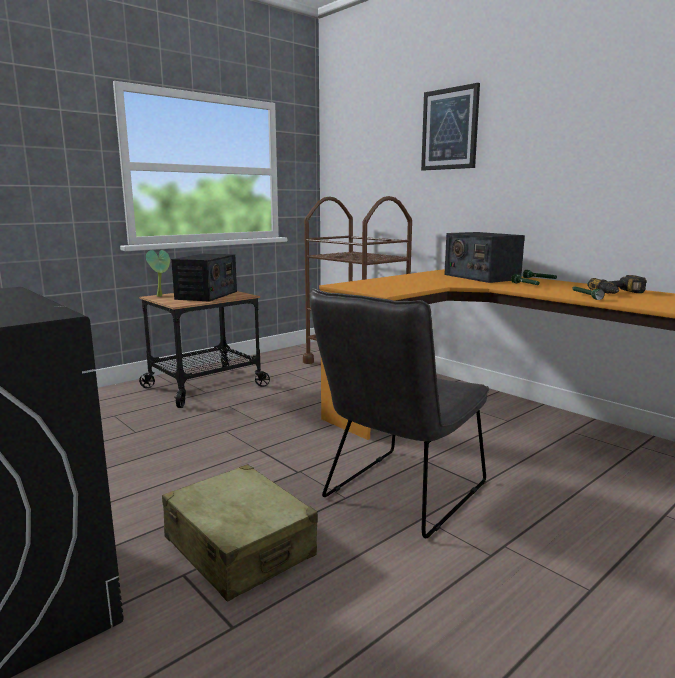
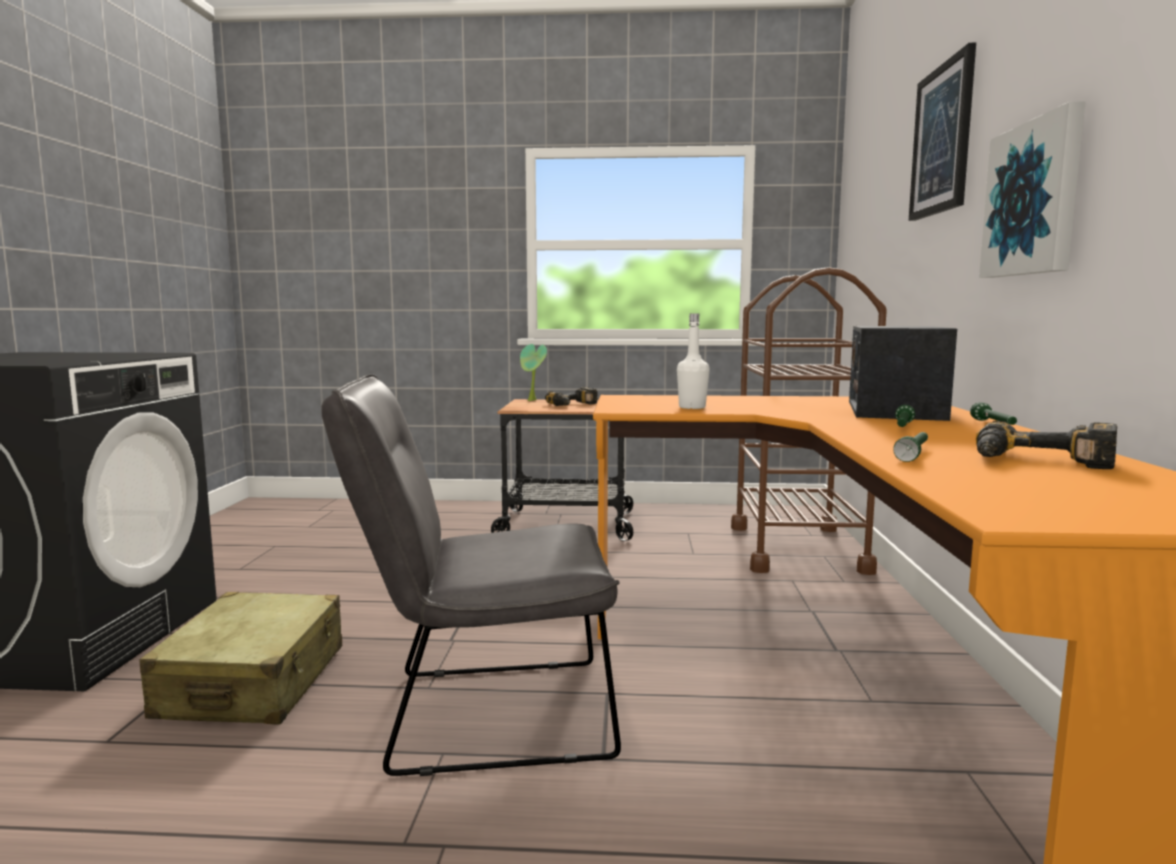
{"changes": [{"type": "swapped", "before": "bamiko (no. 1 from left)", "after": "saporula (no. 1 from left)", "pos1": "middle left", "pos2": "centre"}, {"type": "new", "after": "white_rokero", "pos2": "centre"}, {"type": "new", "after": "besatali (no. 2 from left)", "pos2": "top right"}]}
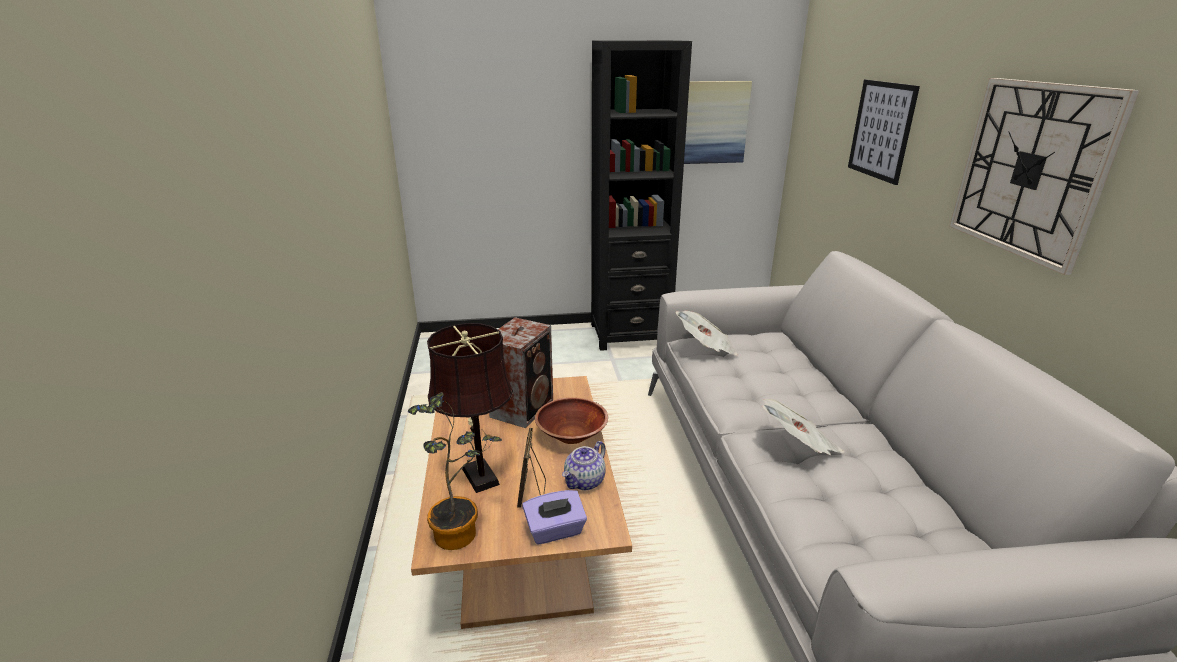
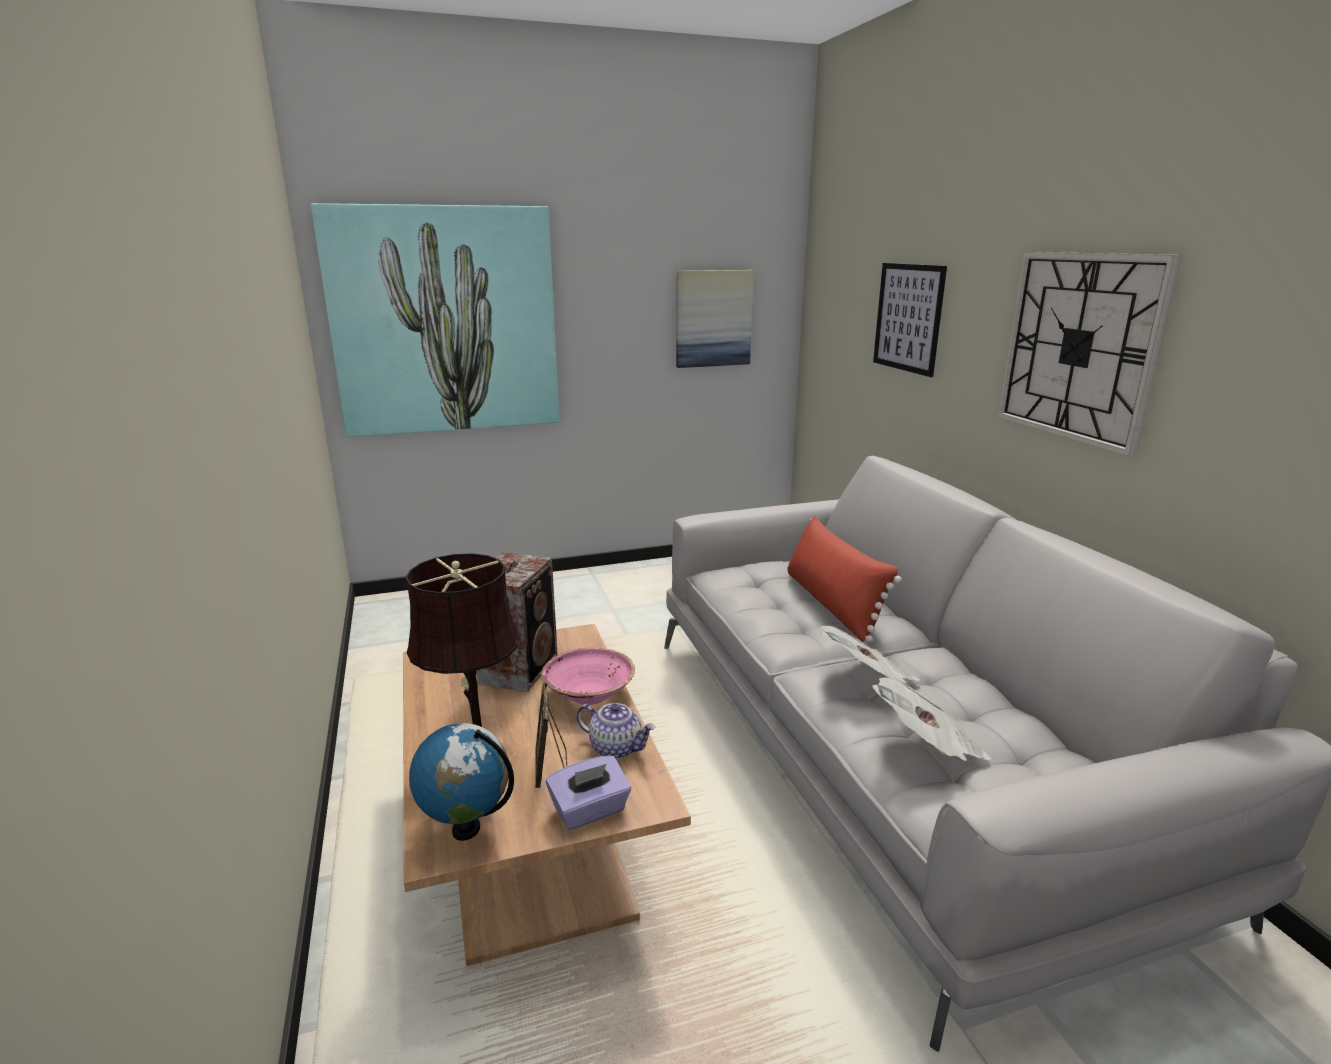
{"changes": [{"type": "new", "after": "besatali (no. 1 from left)", "pos2": "top left"}, {"type": "swapped", "before": "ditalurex", "after": "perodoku", "pos1": "bottom centre", "pos2": "bottom centre"}, {"type": "repainted", "before": "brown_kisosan", "after": "pink_kisosan", "pos1": "centre", "pos2": "centre"}, {"type": "rotated", "before": "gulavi", "pos1": "bottom centre", "pos2": "bottom centre", "turn": -90}, {"type": "new", "after": "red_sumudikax", "pos2": "centre"}, {"type": "shifted", "before": "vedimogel (no. 1 from left in the first image)", "after": "vedimogel (no. 2 from left)", "pos1": "centre", "pos2": "bottom right"}, {"type": "gone", "before": "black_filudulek", "pos1": "top centre"}]}
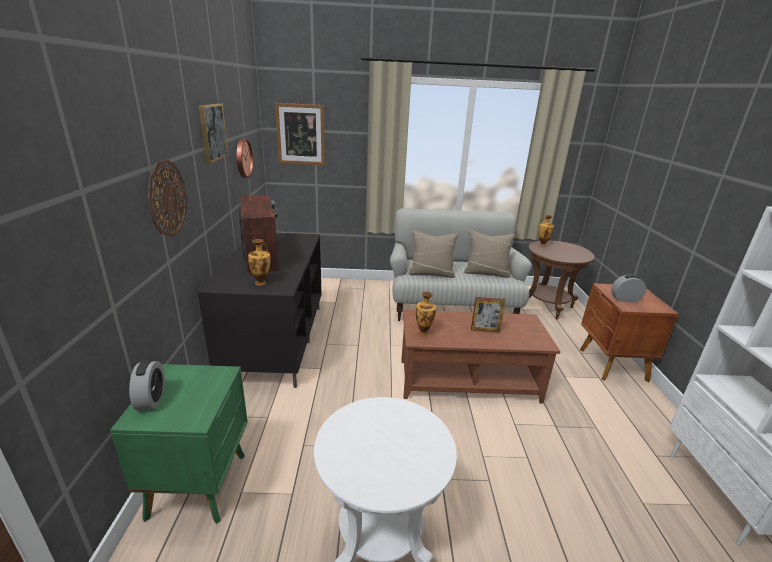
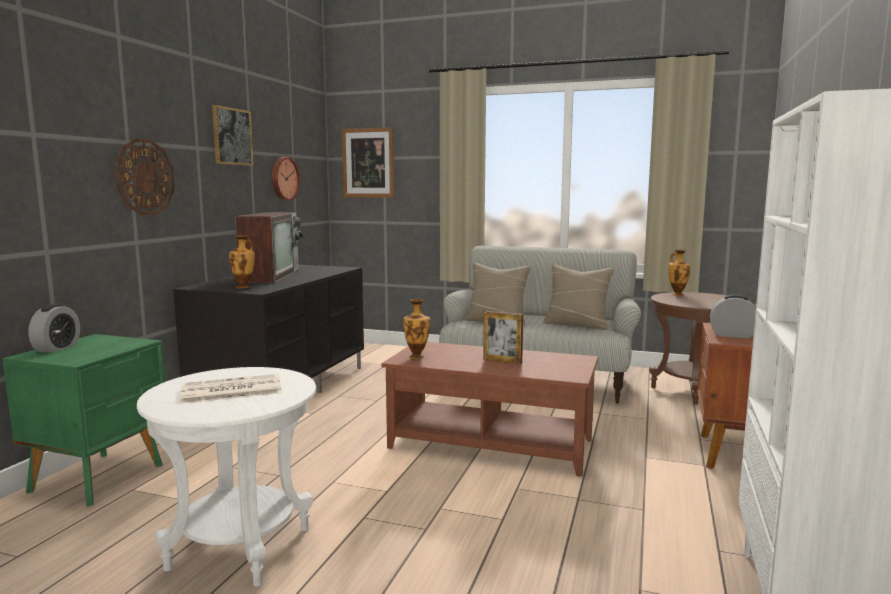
{"changes": [{"type": "new", "after": "vedimogel", "pos2": "middle left"}]}
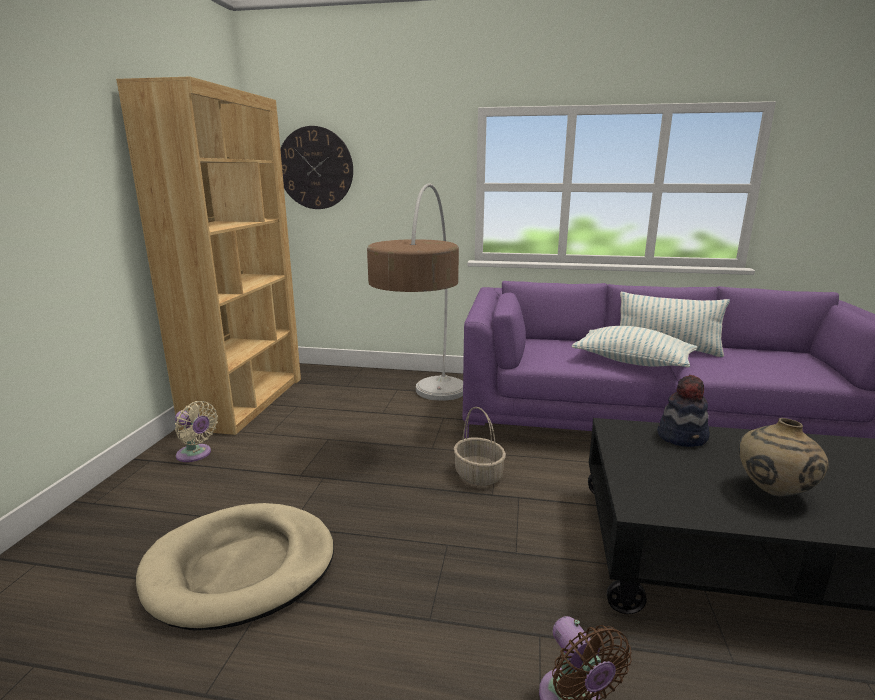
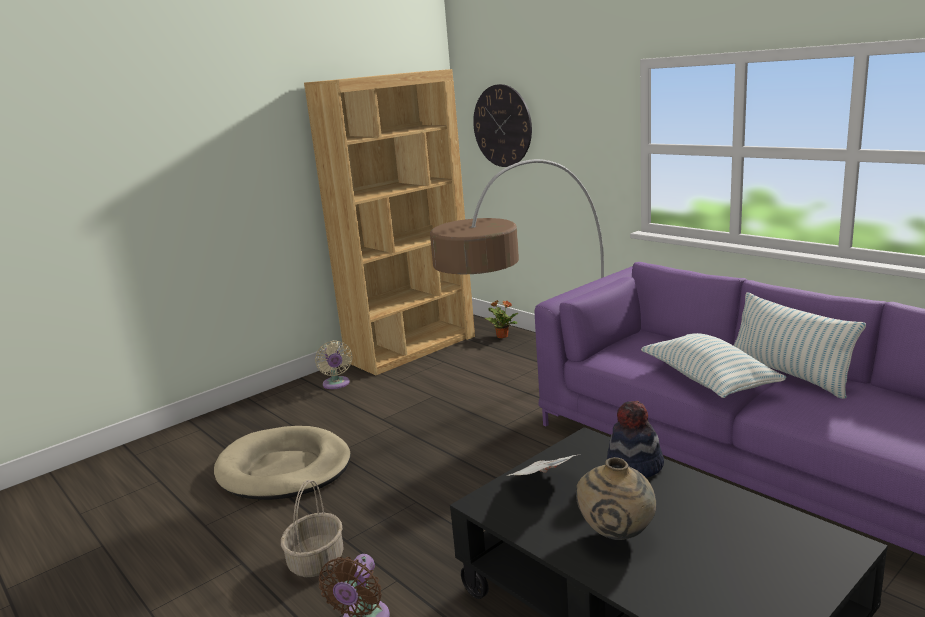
{"changes": [{"type": "shifted", "before": "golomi", "pos1": "centre", "pos2": "bottom centre"}, {"type": "new", "after": "ditalurex", "pos2": "centre"}, {"type": "new", "after": "vedimogel", "pos2": "bottom centre"}]}
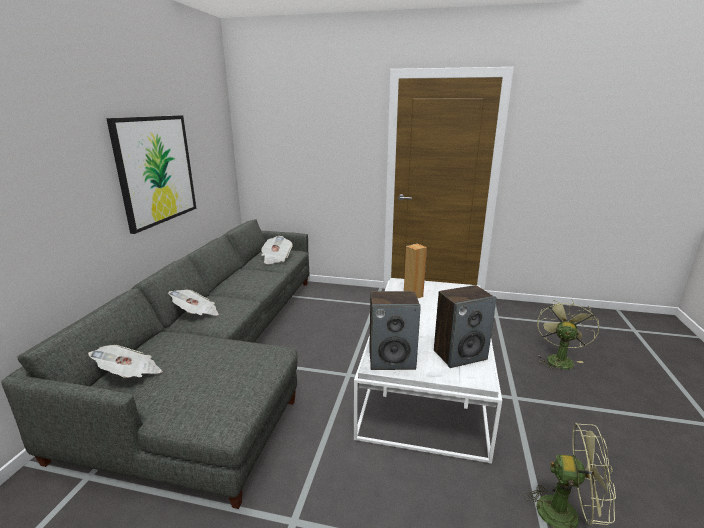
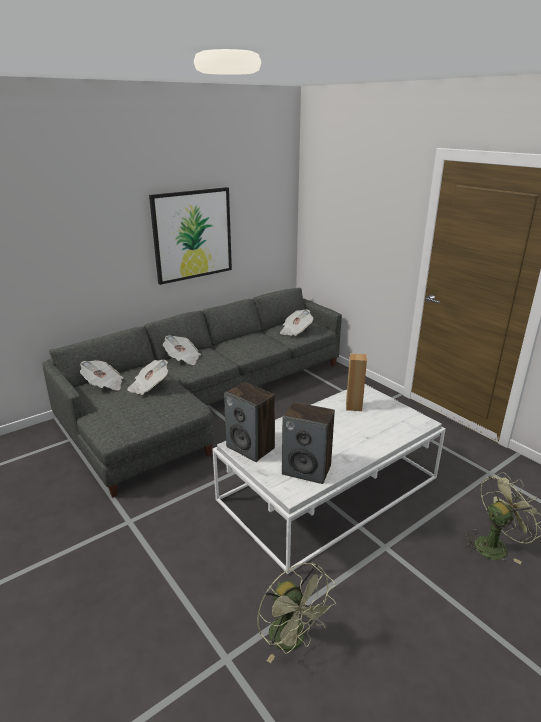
{"changes": [{"type": "new", "after": "vedimogel (no. 2 from left)", "pos2": "middle left"}]}
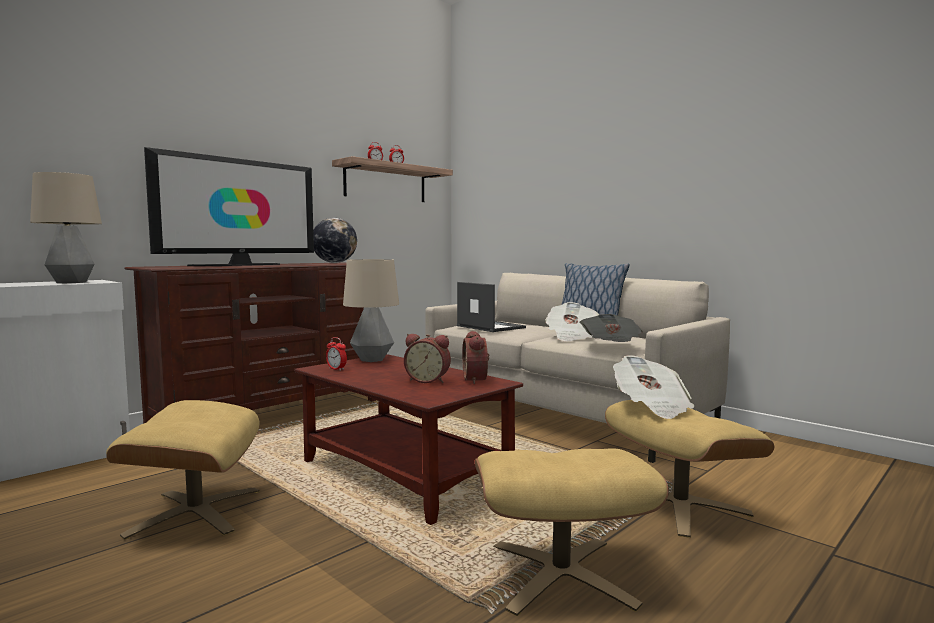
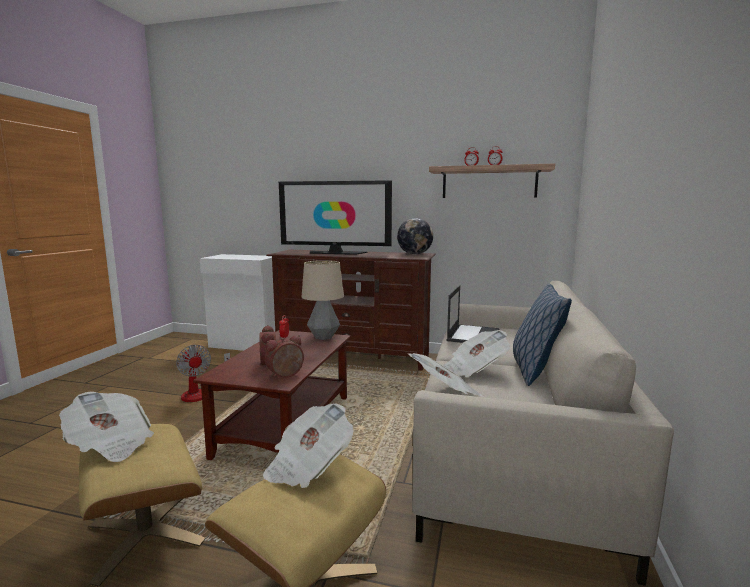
{"changes": [{"type": "new", "after": "vedimogel (no. 1 from left)", "pos2": "bottom left"}, {"type": "swapped", "before": "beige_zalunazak (no. 1 from left)", "after": "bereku", "pos1": "bottom left", "pos2": "middle left"}, {"type": "gone", "before": "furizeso (no. 1 from left)", "pos1": "middle left"}]}
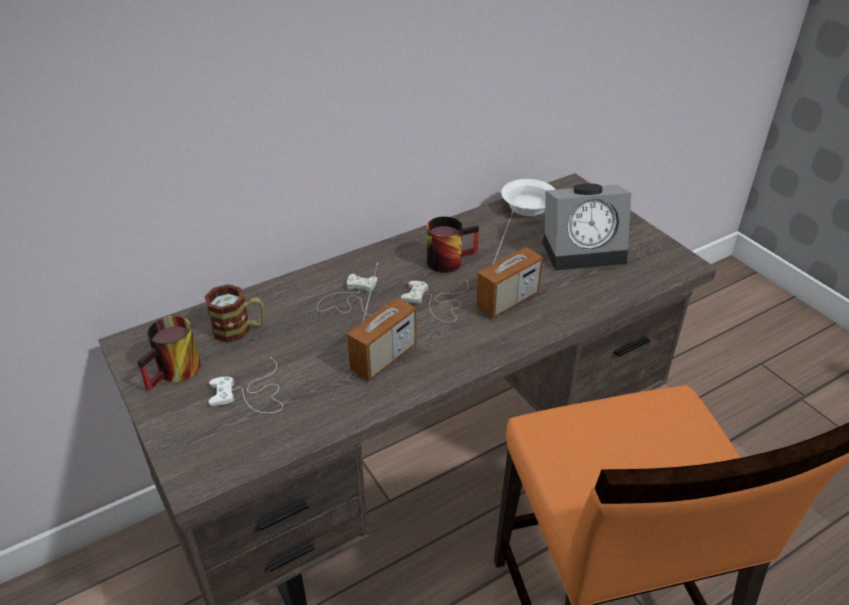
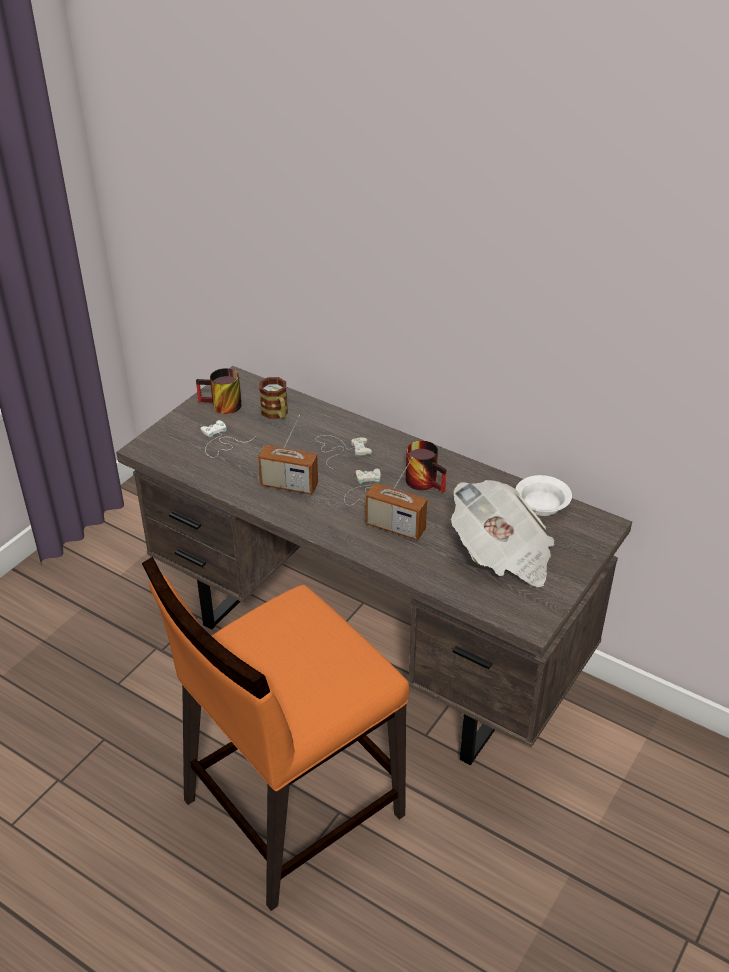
{"changes": [{"type": "swapped", "before": "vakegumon", "after": "vedimogel", "pos1": "middle right", "pos2": "middle right"}]}
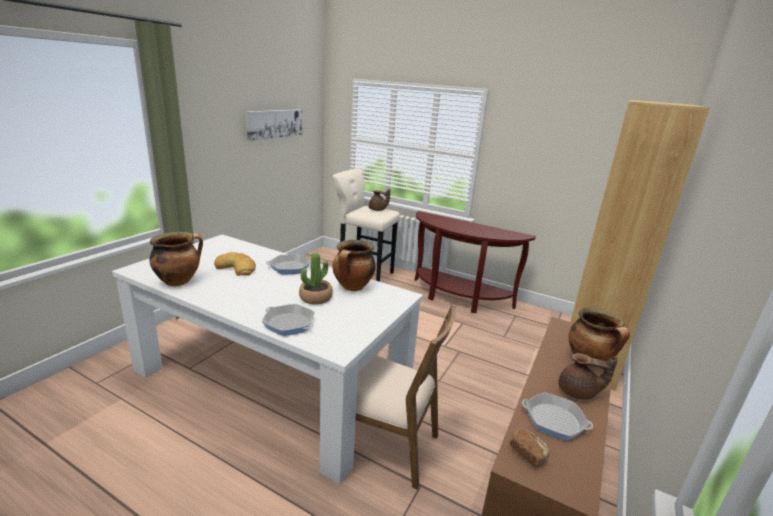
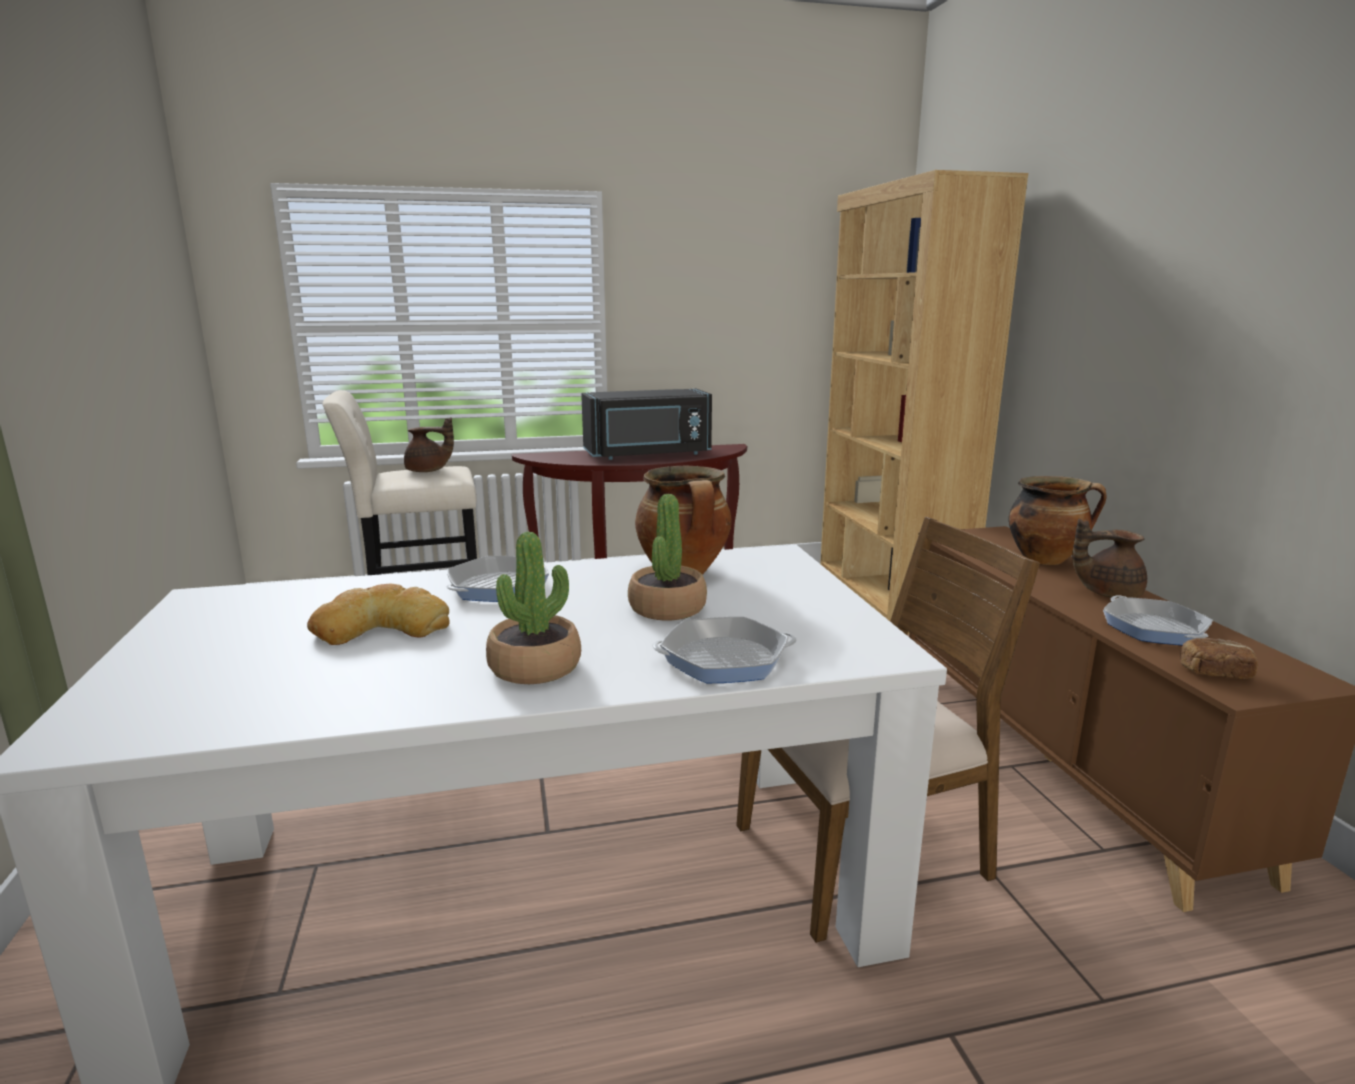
{"changes": [{"type": "new", "after": "ditalurex (no. 1 from left)", "pos2": "centre"}, {"type": "new", "after": "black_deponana", "pos2": "centre"}, {"type": "rotated", "before": "brown_gulavi (no. 2 from left)", "pos1": "bottom right", "pos2": "middle right", "turn": -150}, {"type": "rotated", "before": "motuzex (no. 3 from left)", "pos1": "bottom right", "pos2": "middle right", "turn": 90}, {"type": "gone", "before": "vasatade (no. 1 from left)", "pos1": "middle left"}, {"type": "gone", "before": "besatali", "pos1": "top centre"}]}
